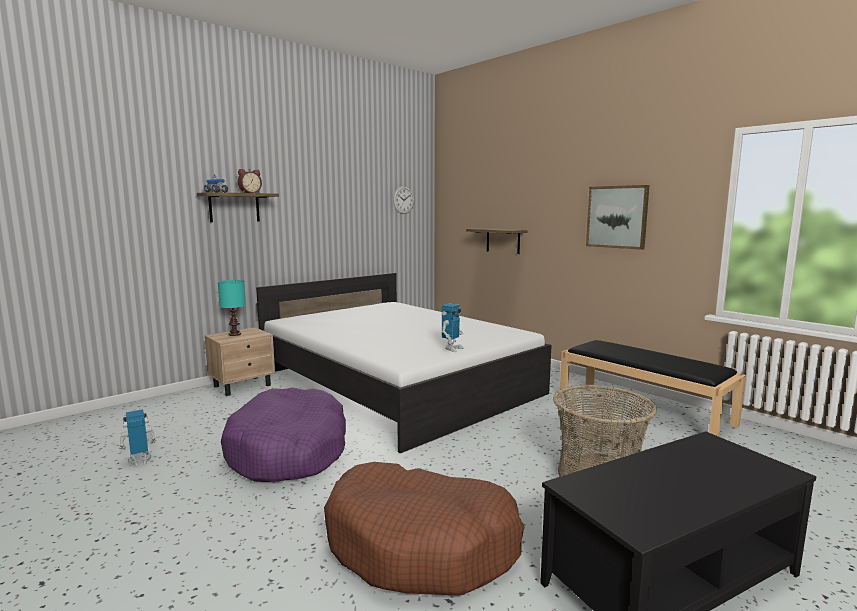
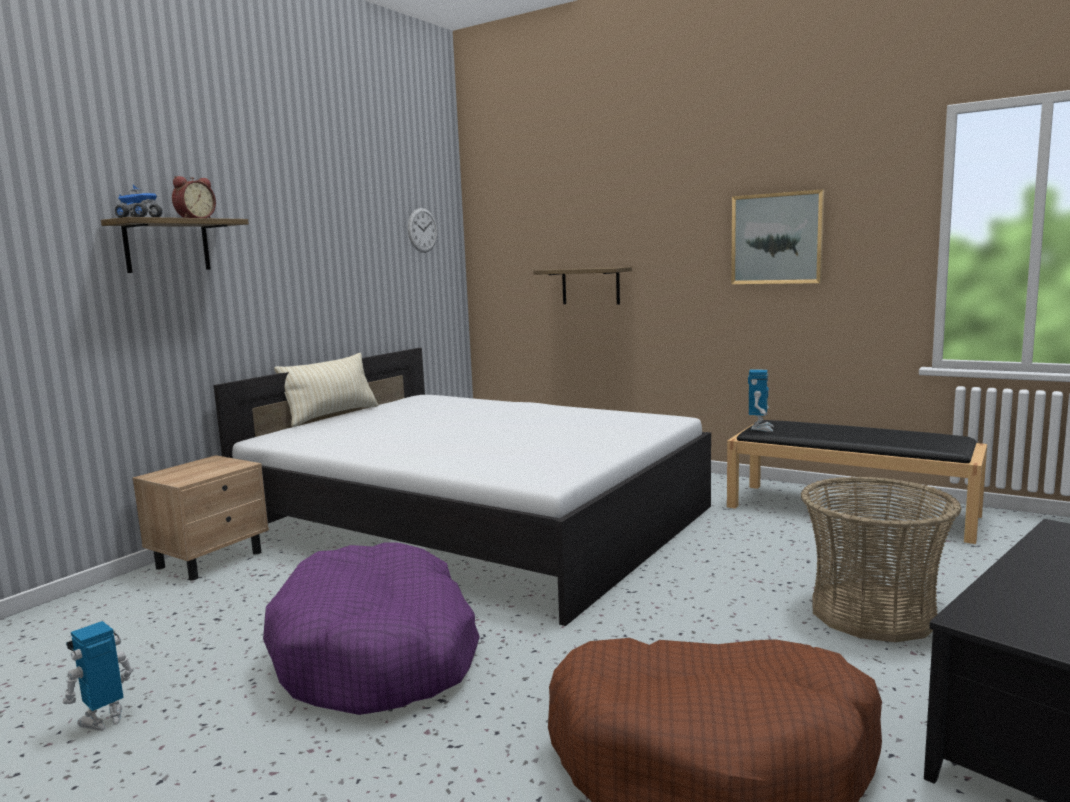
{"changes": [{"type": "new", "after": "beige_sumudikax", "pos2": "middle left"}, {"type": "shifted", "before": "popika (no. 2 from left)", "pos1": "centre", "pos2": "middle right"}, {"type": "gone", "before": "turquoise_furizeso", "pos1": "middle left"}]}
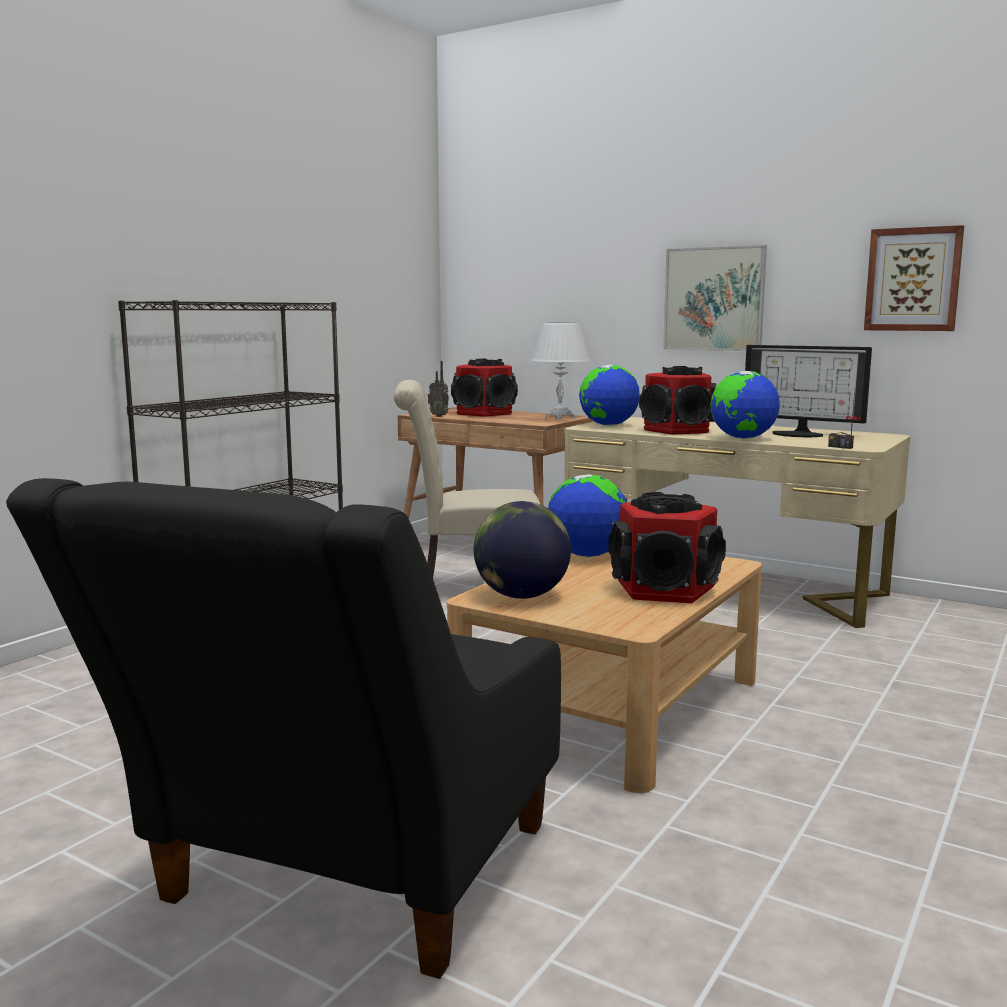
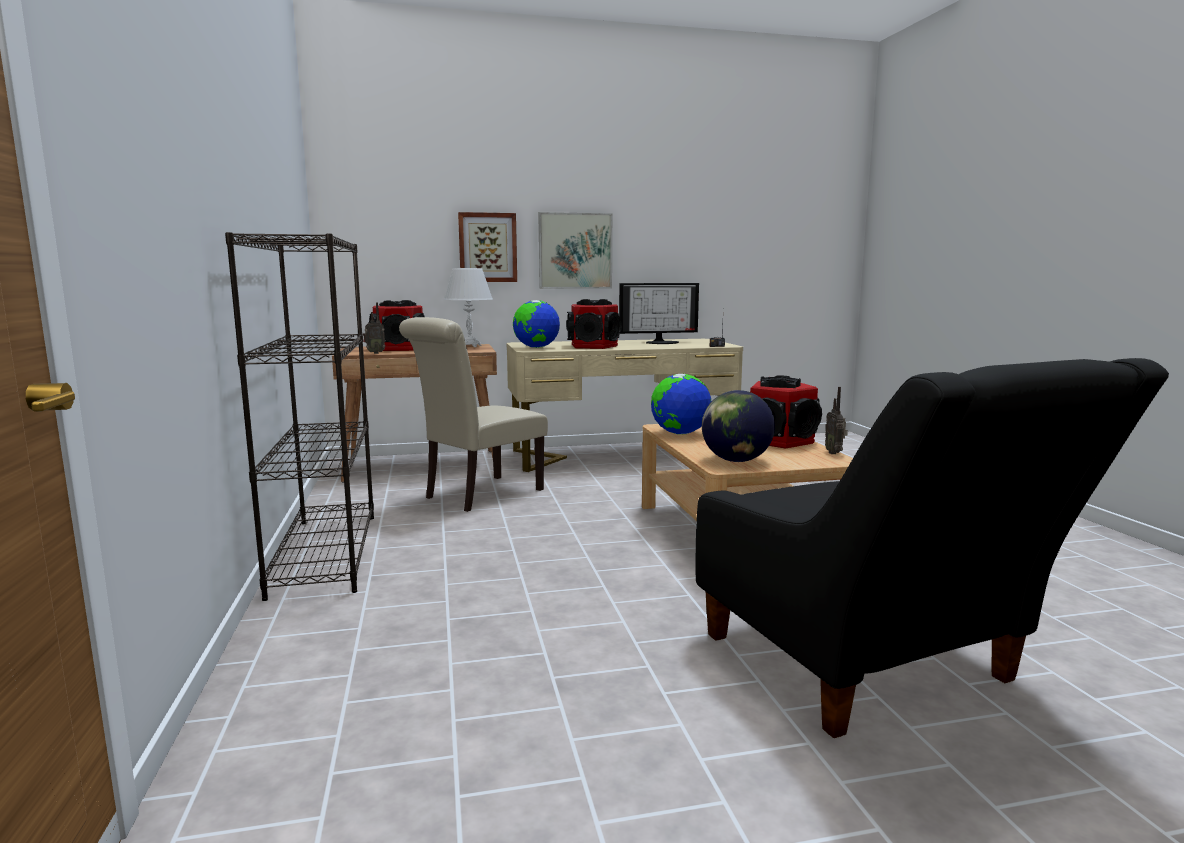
{"changes": [{"type": "shifted", "before": "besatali (no. 2 from left in the first image)", "after": "besatali (no. 1 from left)", "pos1": "top right", "pos2": "top centre"}, {"type": "new", "after": "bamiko (no. 3 from left)", "pos2": "middle right"}, {"type": "gone", "before": "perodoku (no. 4 from left)", "pos1": "middle right"}]}
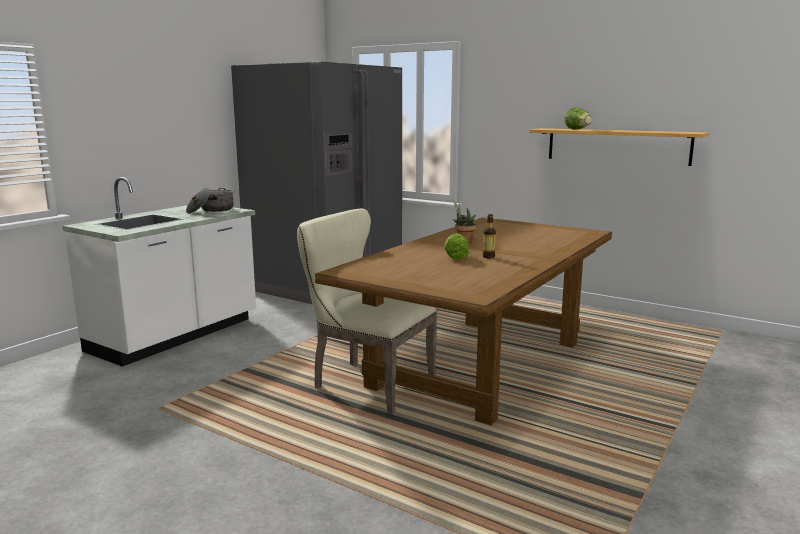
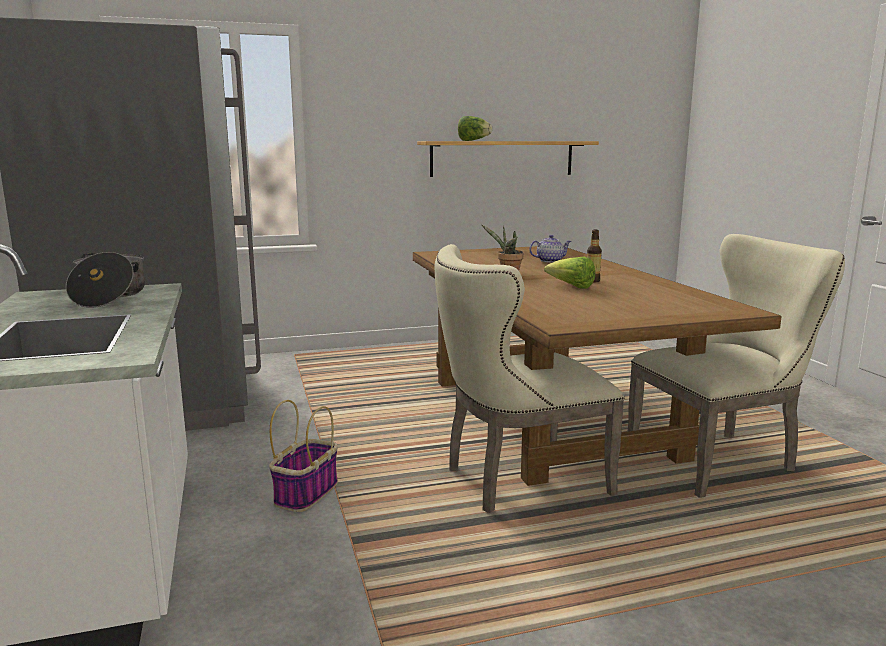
{"changes": [{"type": "new", "after": "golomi", "pos2": "bottom centre"}, {"type": "new", "after": "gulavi", "pos2": "centre"}, {"type": "new", "after": "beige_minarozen (no. 2 from left)", "pos2": "middle right"}]}
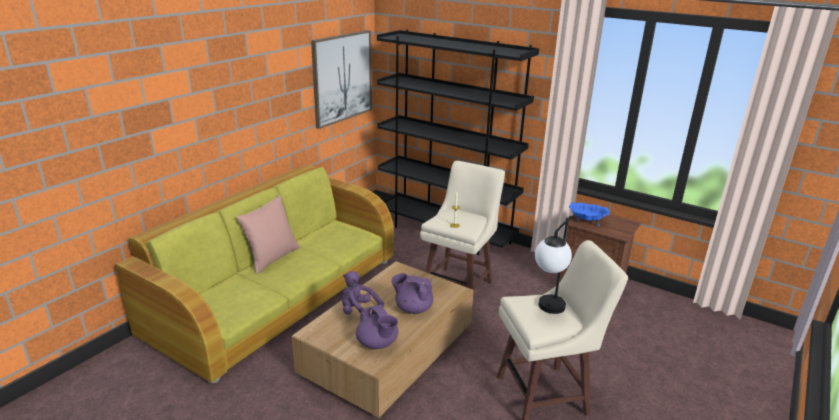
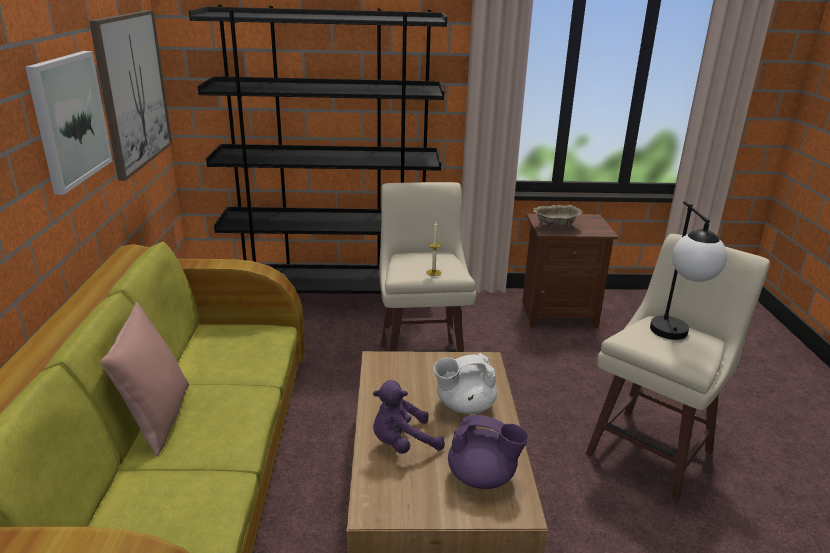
{"changes": [{"type": "new", "after": "besatali (no. 1 from left)", "pos2": "top left"}, {"type": "repainted", "before": "purple_gulavi (no. 2 from left)", "after": "white_gulavi", "pos1": "bottom centre", "pos2": "bottom centre"}, {"type": "repainted", "before": "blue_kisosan", "after": "beige_kisosan", "pos1": "middle right", "pos2": "middle right"}]}
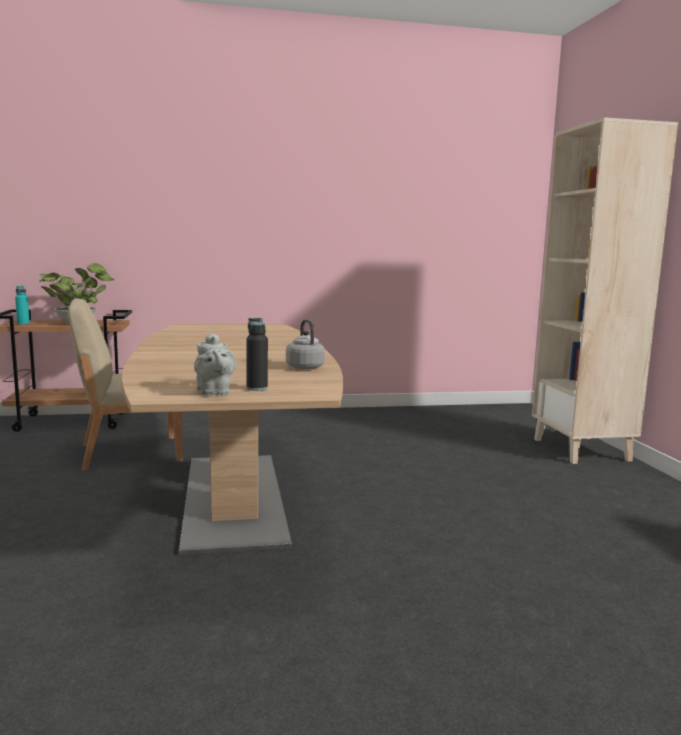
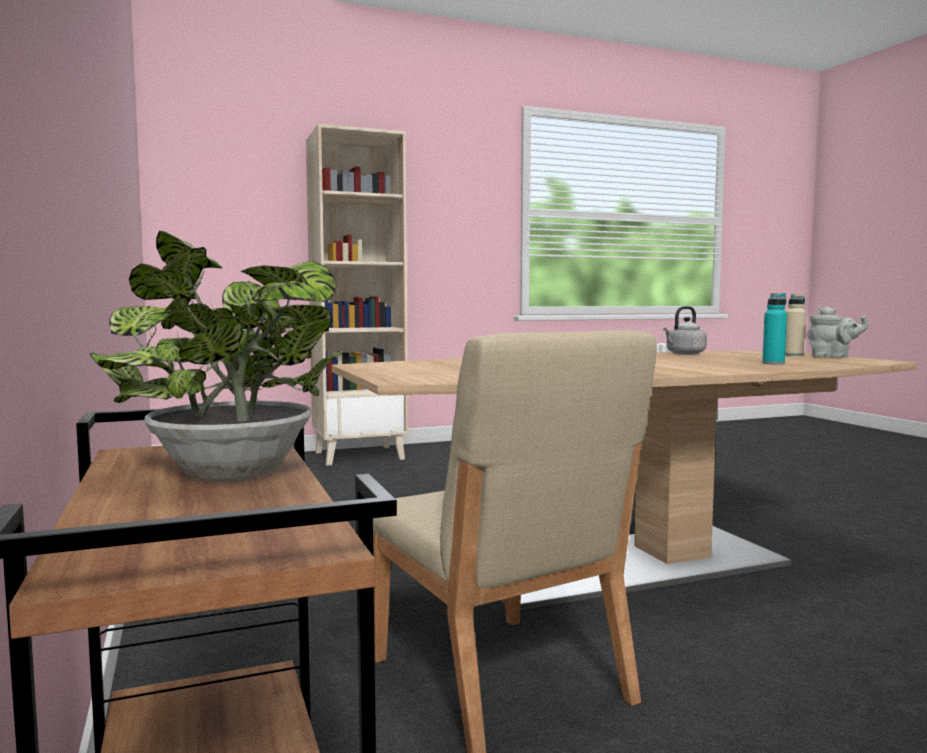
{"changes": [{"type": "shifted", "before": "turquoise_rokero", "pos1": "middle left", "pos2": "middle right"}, {"type": "repainted", "before": "black_rokero", "after": "beige_rokero", "pos1": "centre", "pos2": "middle right"}, {"type": "rotated", "before": "grey_gulavi", "pos1": "middle left", "pos2": "middle right", "turn": 60}]}
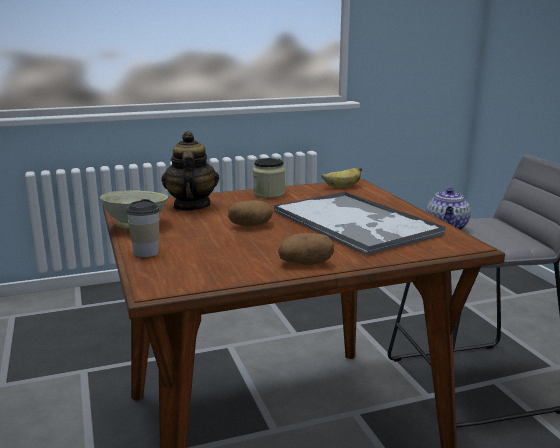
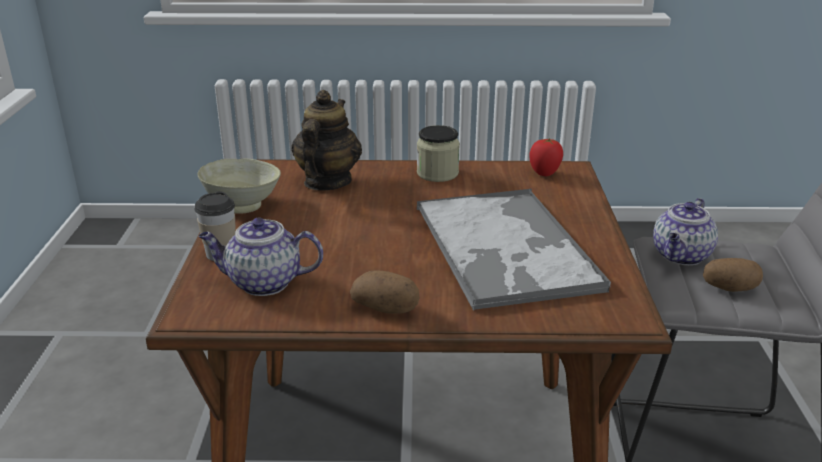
{"changes": [{"type": "new", "after": "gulavi (no. 1 from left)", "pos2": "middle left"}, {"type": "swapped", "before": "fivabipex", "after": "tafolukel", "pos1": "centre", "pos2": "centre"}, {"type": "shifted", "before": "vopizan (no. 1 from left in the first image)", "after": "vopizan (no. 2 from left)", "pos1": "centre", "pos2": "middle right"}]}
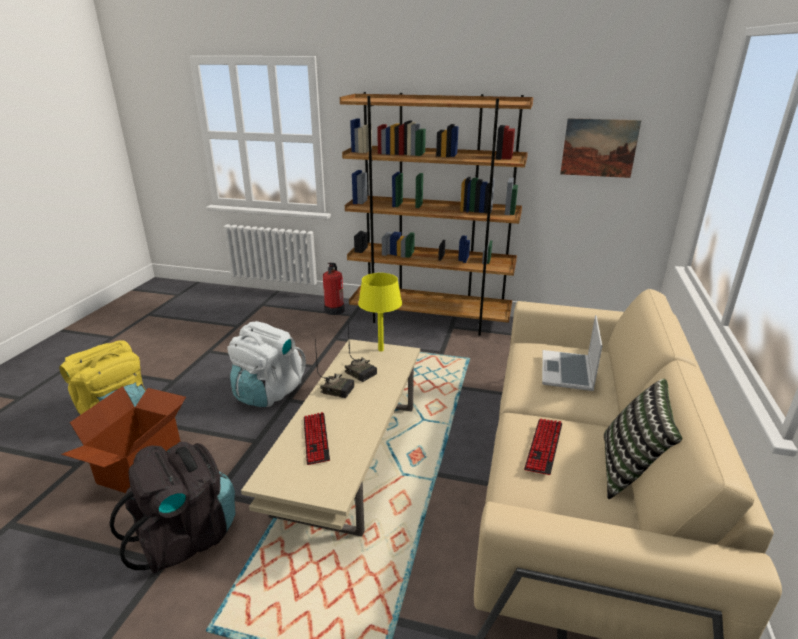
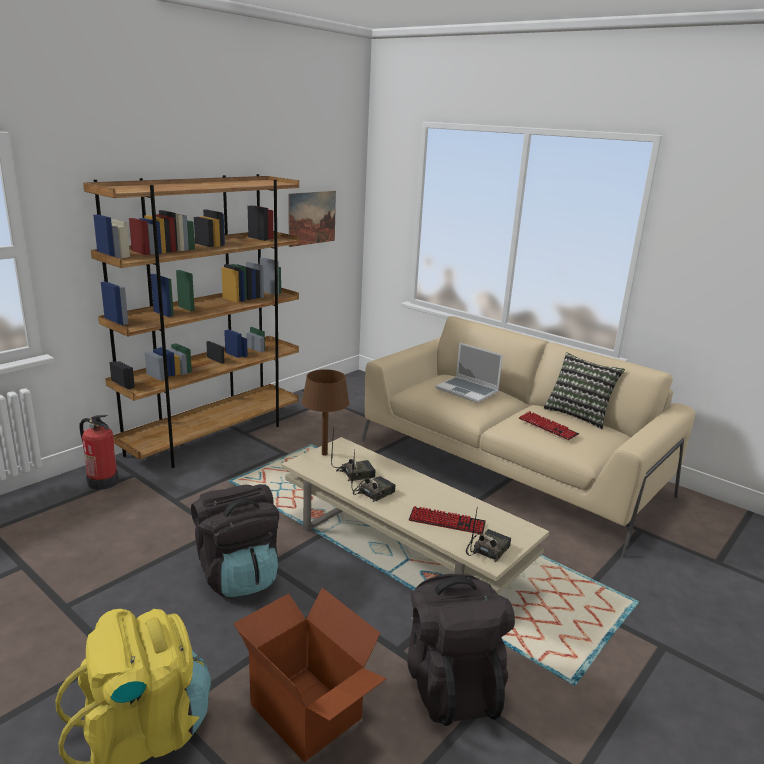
{"changes": [{"type": "repainted", "before": "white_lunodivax", "after": "black_lunodivax (no. 1 from left)", "pos1": "centre", "pos2": "bottom left"}, {"type": "repainted", "before": "yellow_furizeso", "after": "brown_furizeso", "pos1": "centre", "pos2": "centre"}, {"type": "new", "after": "bamiko (no. 3 from left)", "pos2": "bottom centre"}]}
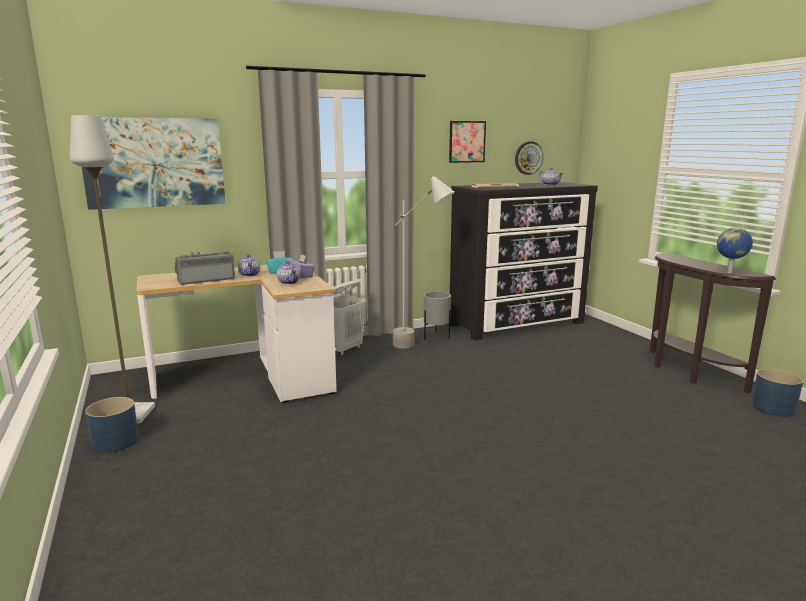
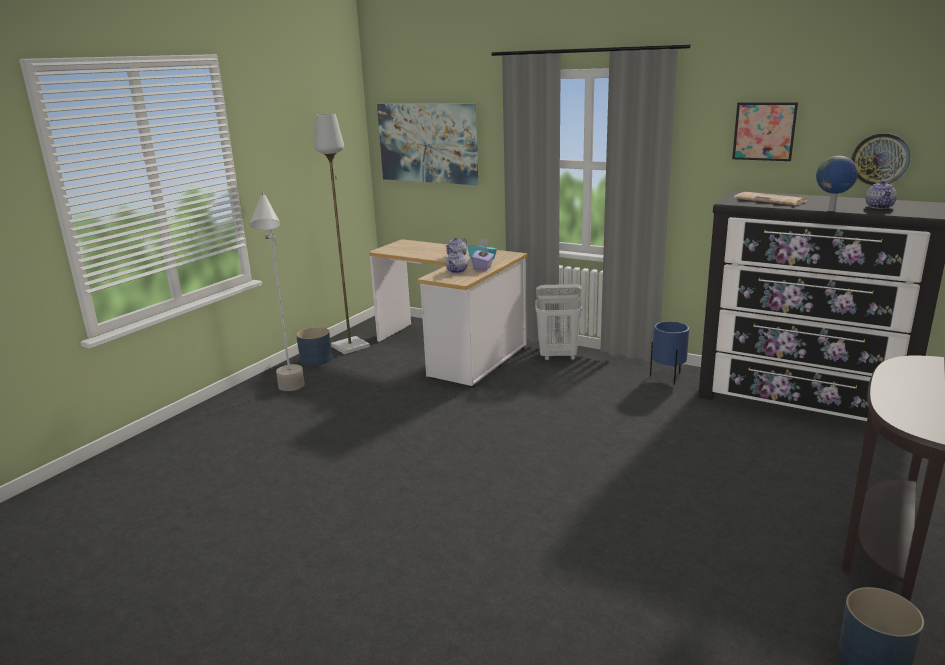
{"changes": [{"type": "shifted", "before": "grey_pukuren (no. 2 from left in the first image)", "after": "grey_pukuren (no. 1 from left)", "pos1": "centre", "pos2": "middle left"}, {"type": "repainted", "before": "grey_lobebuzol", "after": "blue_lobebuzol (no. 2 from left)", "pos1": "centre", "pos2": "middle right"}, {"type": "shifted", "before": "perodoku", "pos1": "middle right", "pos2": "top right"}, {"type": "gone", "before": "bamiko", "pos1": "middle left"}]}
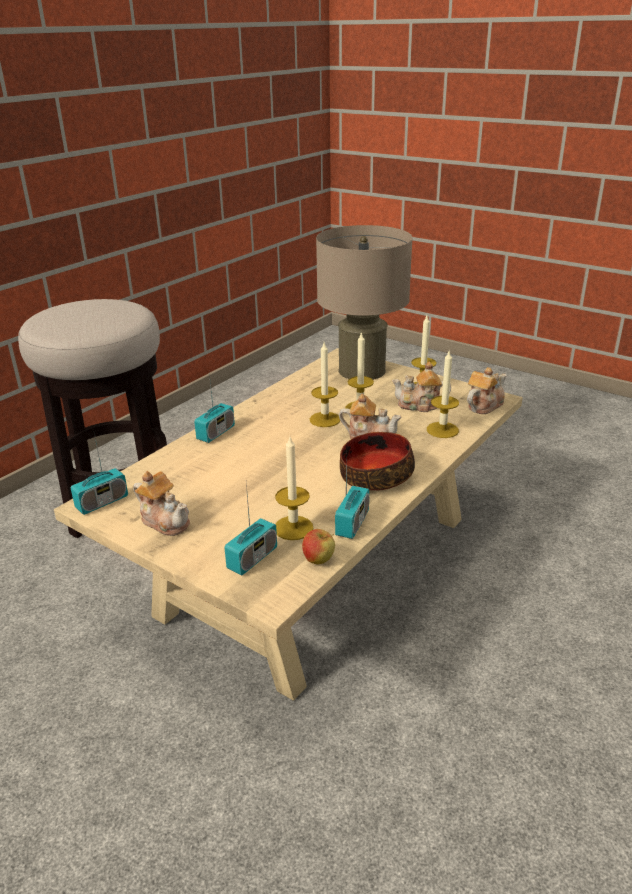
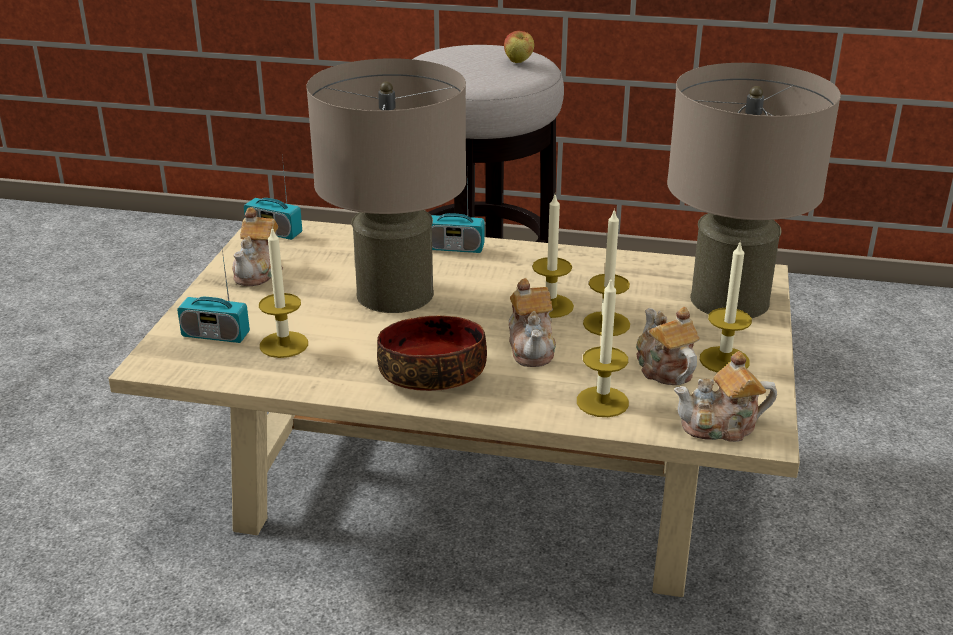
{"changes": [{"type": "new", "after": "beige_furizeso (no. 1 from left)", "pos2": "top centre"}, {"type": "shifted", "before": "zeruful", "pos1": "centre", "pos2": "top centre"}, {"type": "rotated", "before": "gulavi (no. 4 from left)", "pos1": "middle right", "pos2": "middle right", "turn": 150}, {"type": "gone", "before": "bamiko (no. 4 from left)", "pos1": "centre"}]}
